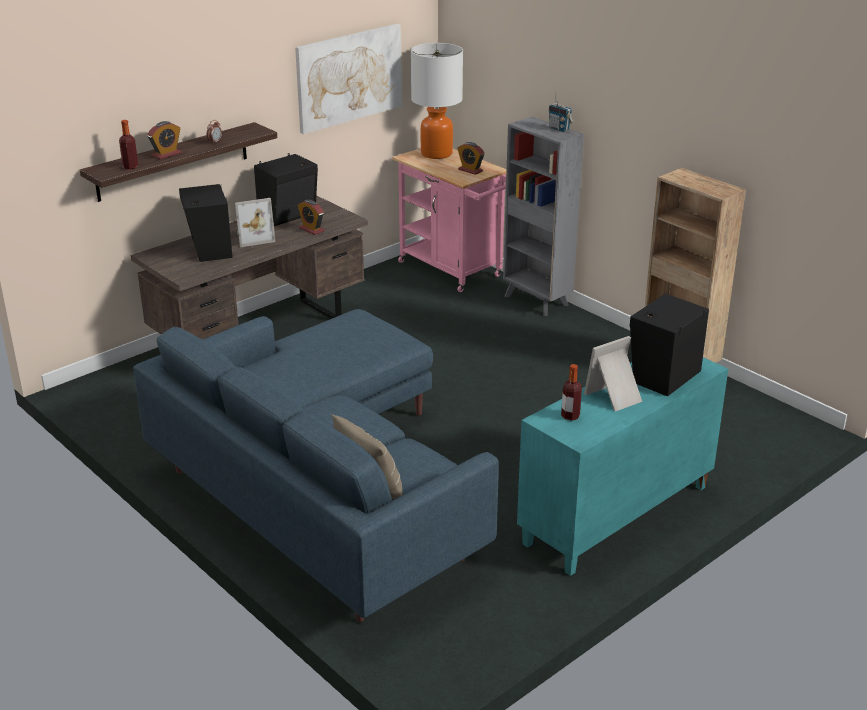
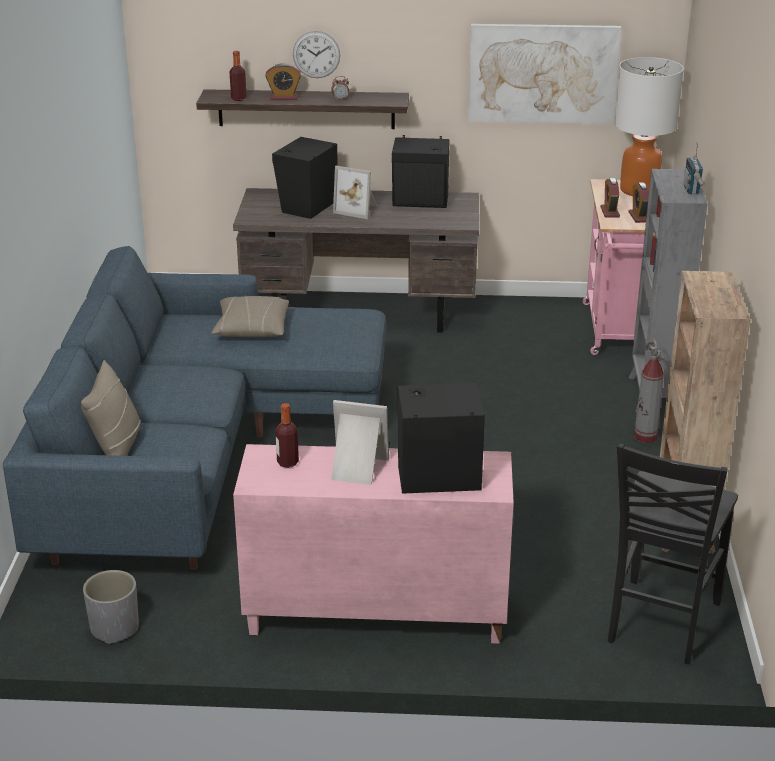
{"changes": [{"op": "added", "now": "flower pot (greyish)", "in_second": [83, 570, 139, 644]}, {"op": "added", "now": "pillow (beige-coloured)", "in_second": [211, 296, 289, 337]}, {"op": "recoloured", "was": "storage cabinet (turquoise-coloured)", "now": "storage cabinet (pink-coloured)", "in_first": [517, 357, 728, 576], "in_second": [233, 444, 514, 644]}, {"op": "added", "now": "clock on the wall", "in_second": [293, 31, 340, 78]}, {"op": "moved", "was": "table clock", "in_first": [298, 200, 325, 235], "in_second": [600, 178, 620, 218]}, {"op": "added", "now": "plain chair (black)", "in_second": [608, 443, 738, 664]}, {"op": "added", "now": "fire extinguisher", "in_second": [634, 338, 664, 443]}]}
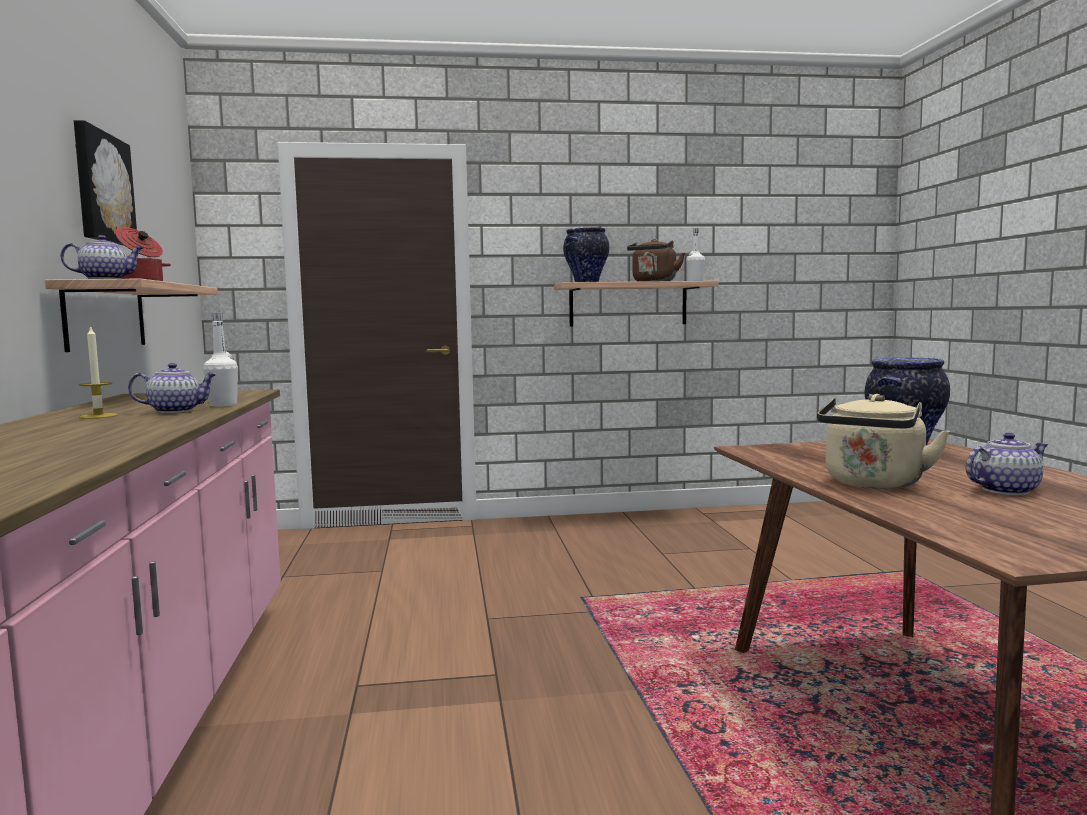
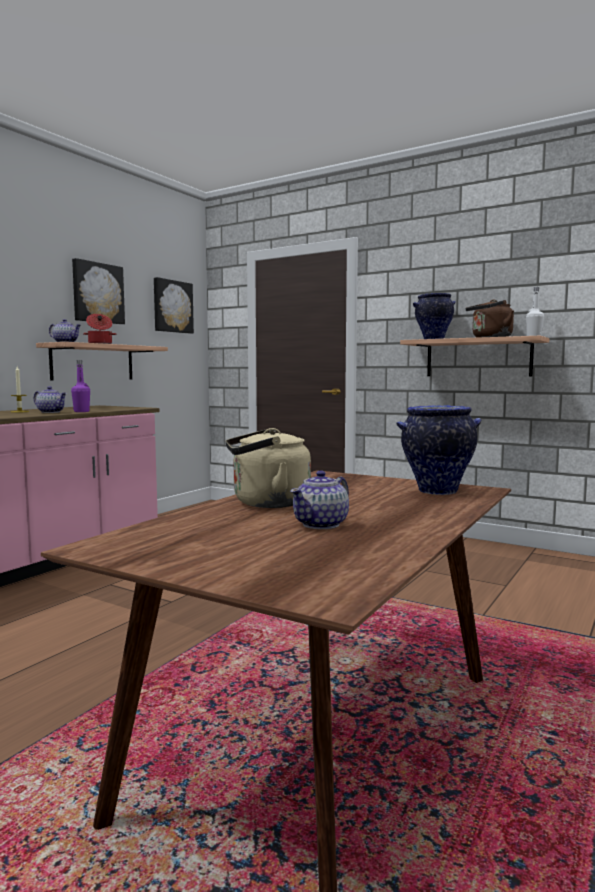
{"changes": [{"op": "recoloured", "was": "beverage bottle (white-coloured)", "now": "beverage bottle (purple)", "in_first": [203, 313, 238, 407], "in_second": [71, 360, 90, 412]}, {"op": "added", "now": "wall picture", "in_second": [154, 277, 194, 334]}, {"op": "turned", "was": "tea pot", "in_first": [966, 432, 1049, 495], "in_second": [290, 470, 349, 529], "clockwise": 105}]}
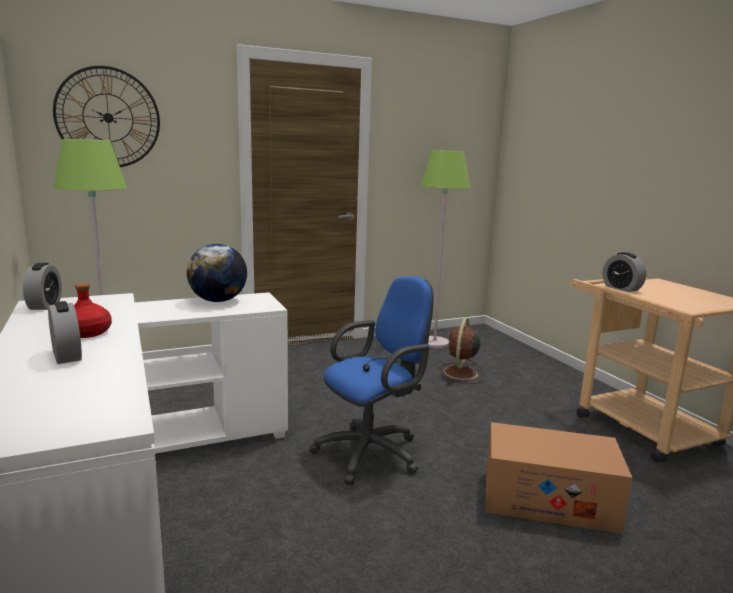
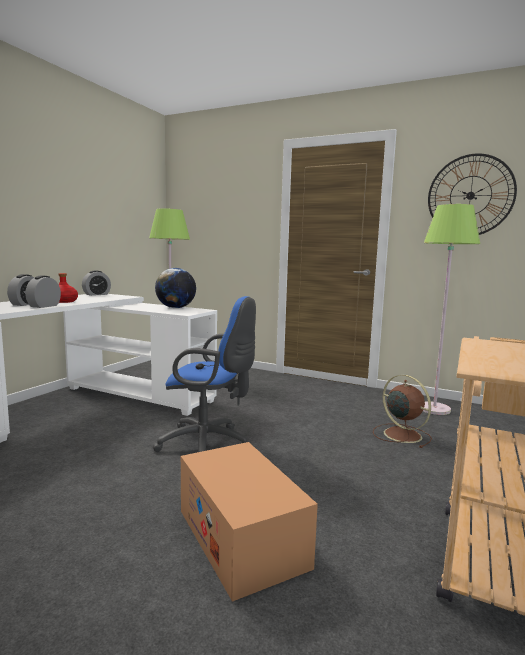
{"changes": [{"op": "moved", "was": "table clock", "in_first": [603, 252, 646, 292], "in_second": [25, 275, 61, 308]}, {"op": "turned", "was": "fan (brownish)", "in_first": [436, 318, 485, 384], "in_second": [373, 375, 432, 448], "clockwise": 75}, {"op": "moved", "was": "clock on the wall", "in_first": [53, 66, 160, 167], "in_second": [428, 153, 517, 235]}]}
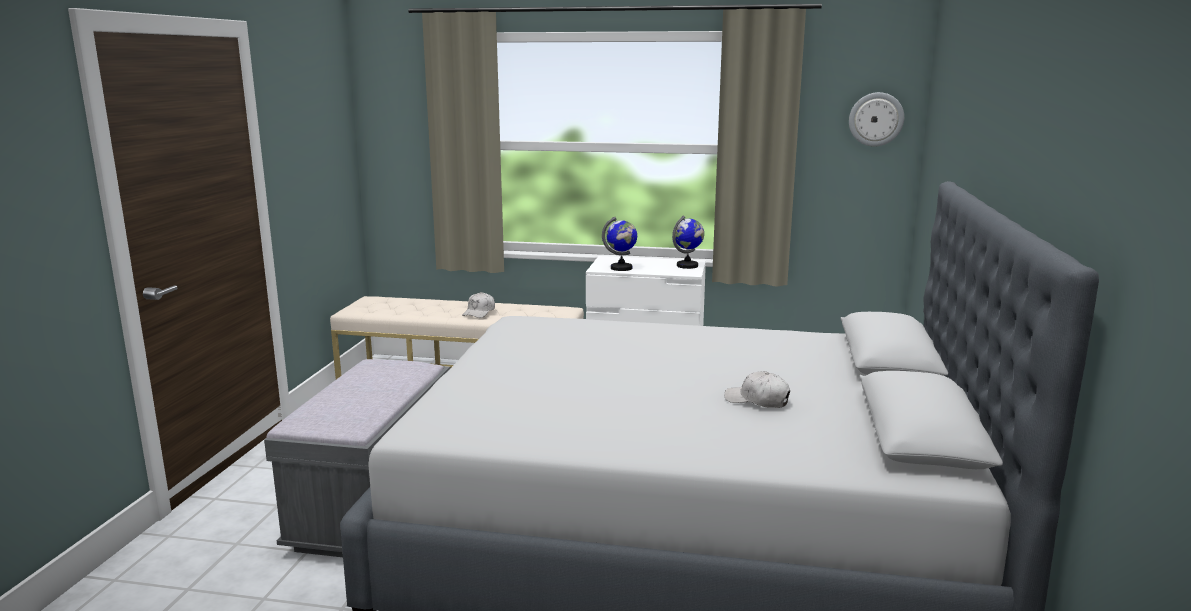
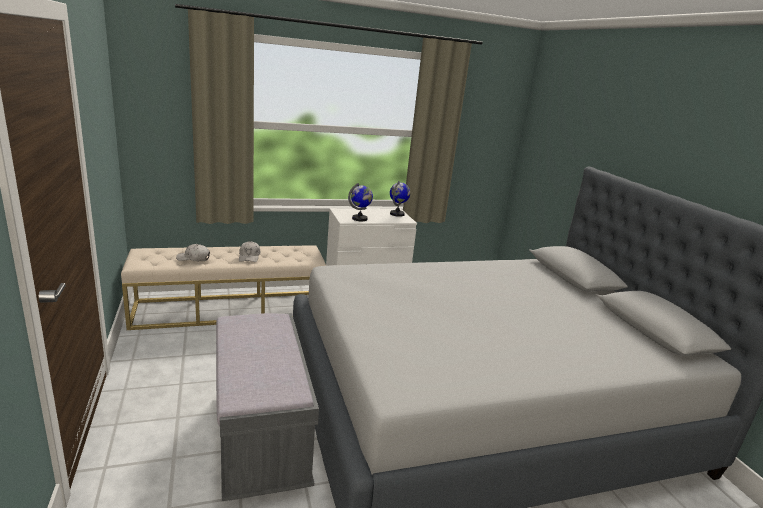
{"changes": [{"op": "moved", "was": "baseball cap (white-coloured)", "in_first": [724, 371, 790, 408], "in_second": [176, 244, 210, 261]}, {"op": "removed", "was": "clock on the wall", "in_first": [849, 92, 904, 147]}]}
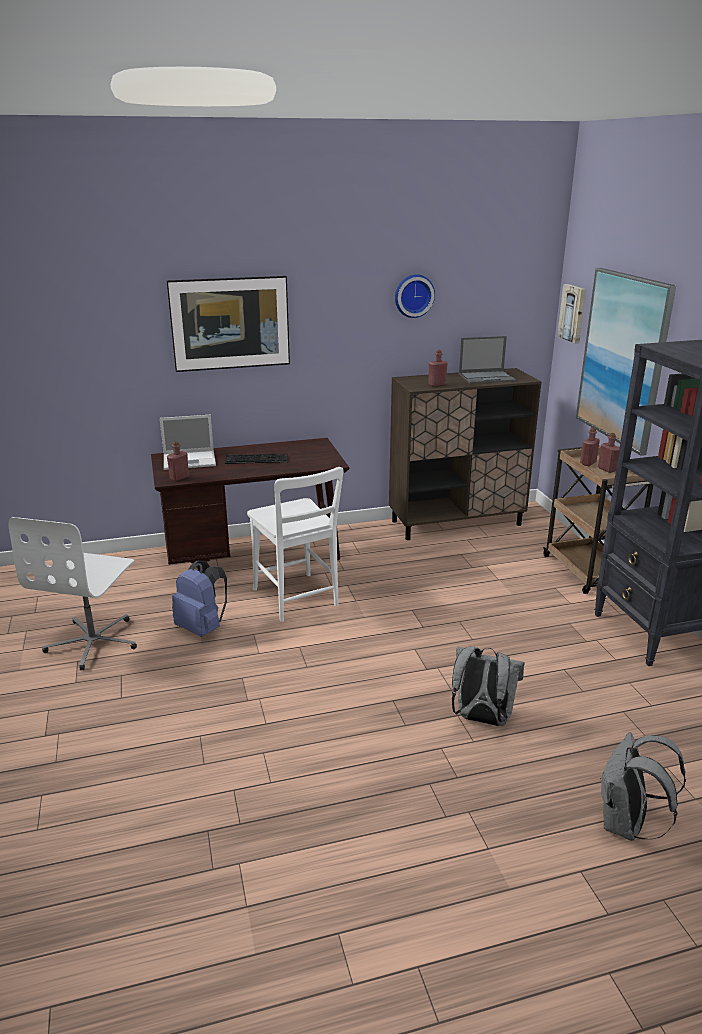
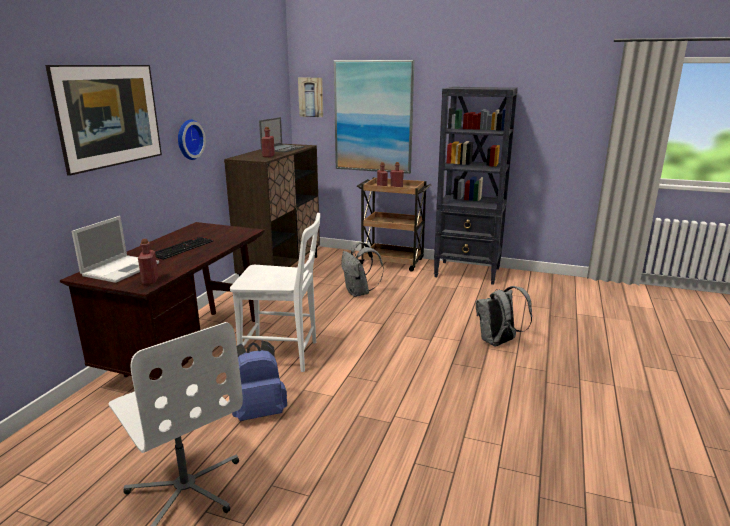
{"changes": [{"op": "moved", "was": "clock on the wall", "in_first": [395, 274, 435, 318], "in_second": [178, 120, 206, 160]}, {"op": "moved", "was": "rucksack (greyish)", "in_first": [600, 732, 686, 841], "in_second": [341, 242, 384, 297]}]}
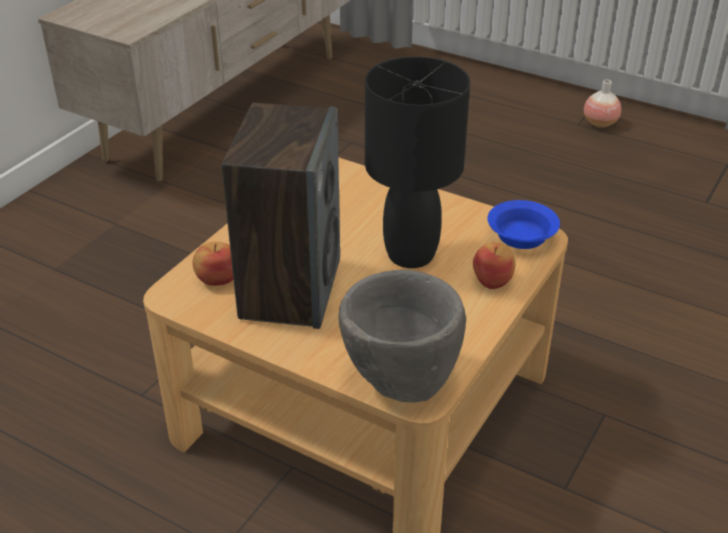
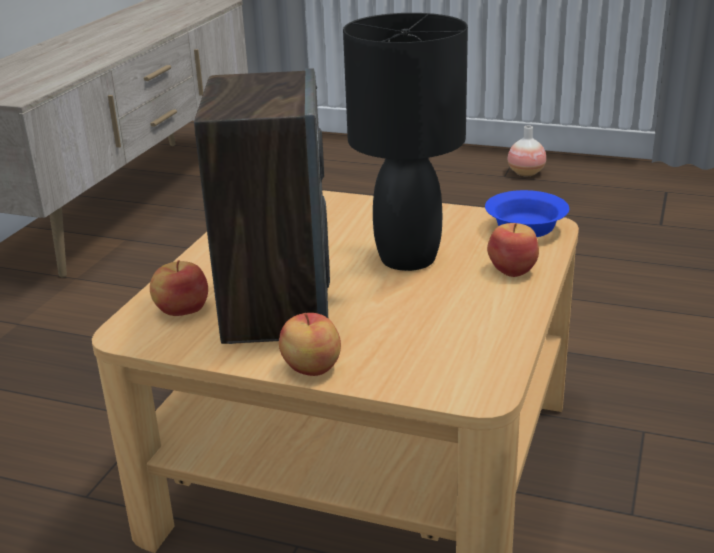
{"changes": [{"op": "added", "now": "apple fruit", "in_second": [279, 313, 341, 376]}, {"op": "removed", "was": "bowl (greyish)", "in_first": [338, 270, 466, 402]}]}
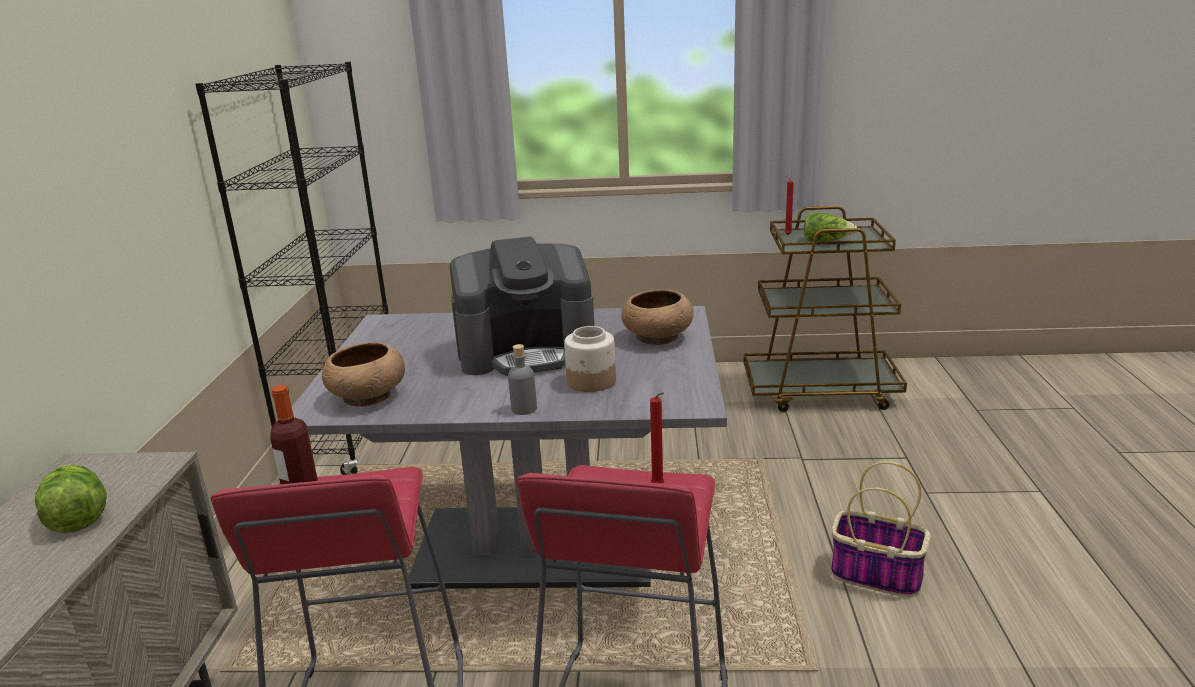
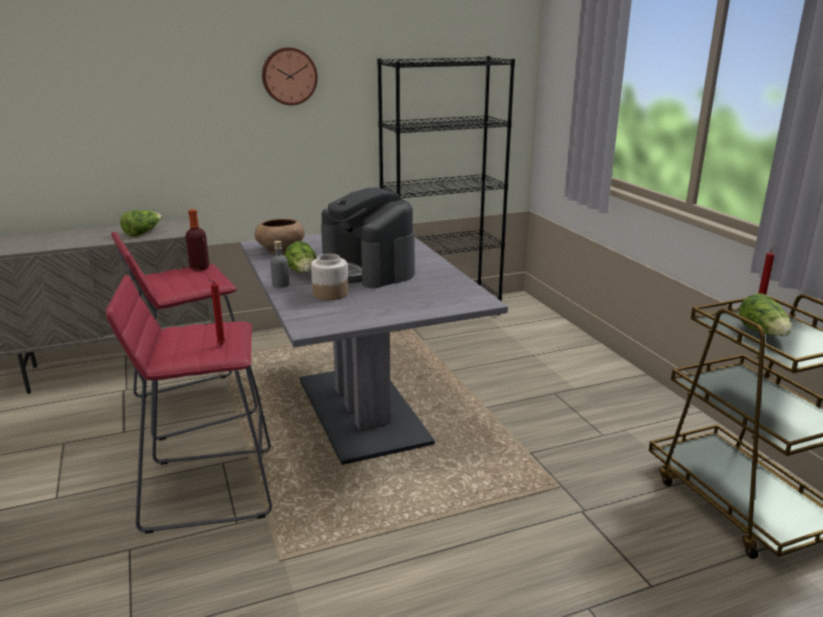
{"changes": [{"op": "added", "now": "clock on the wall", "in_second": [262, 47, 318, 105]}, {"op": "added", "now": "head of lettuce", "in_second": [285, 241, 316, 273]}, {"op": "removed", "was": "bowl (brownish)", "in_first": [621, 289, 693, 345]}, {"op": "removed", "was": "storage basket", "in_first": [831, 461, 931, 597]}]}
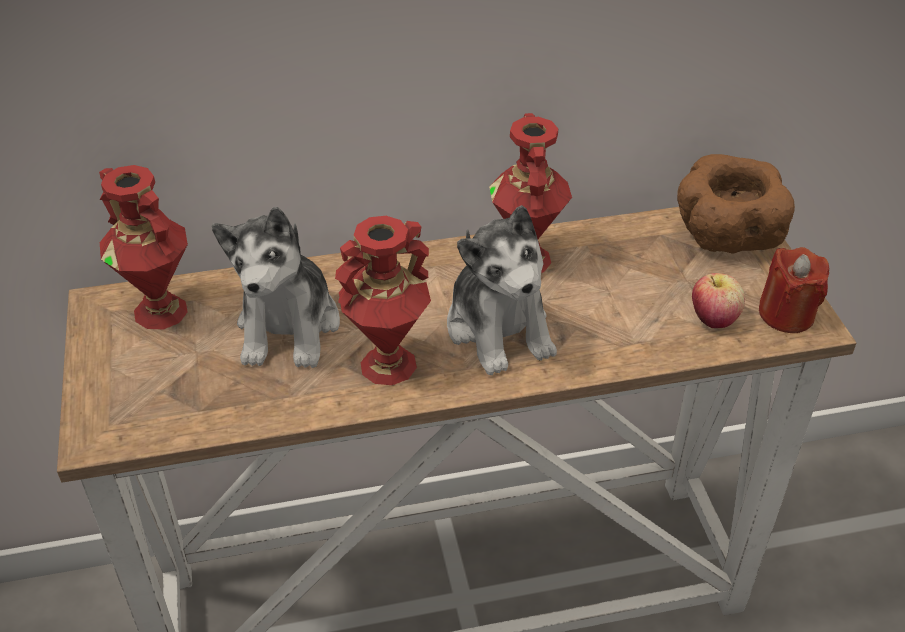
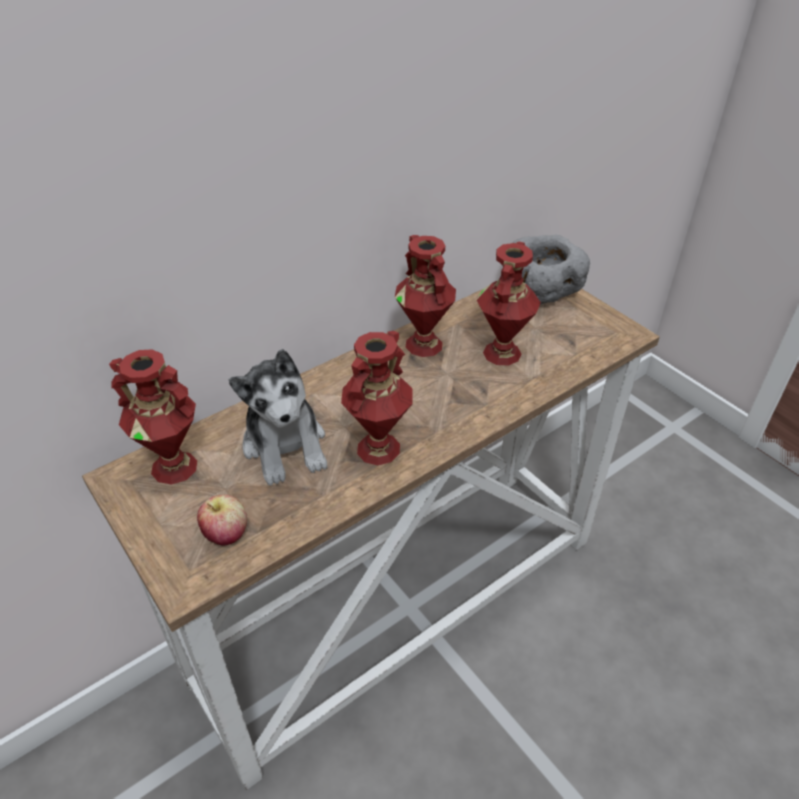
{"changes": [{"op": "moved", "was": "apple fruit", "in_first": [692, 273, 745, 328], "in_second": [197, 495, 247, 545]}, {"op": "added", "now": "vase (red)", "in_second": [477, 242, 541, 365]}, {"op": "recoloured", "was": "bowl (brownish)", "now": "bowl (greyish)", "in_first": [677, 154, 795, 254], "in_second": [512, 235, 590, 305]}, {"op": "removed", "was": "soft toy", "in_first": [447, 205, 557, 375]}, {"op": "removed", "was": "wax candle (red)", "in_first": [759, 247, 829, 333]}]}
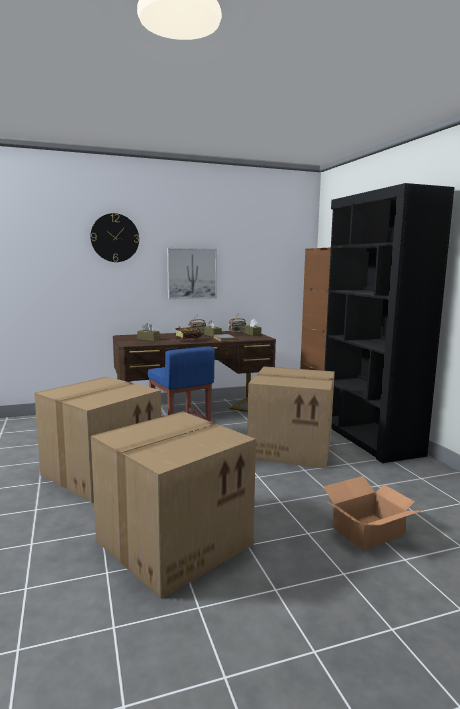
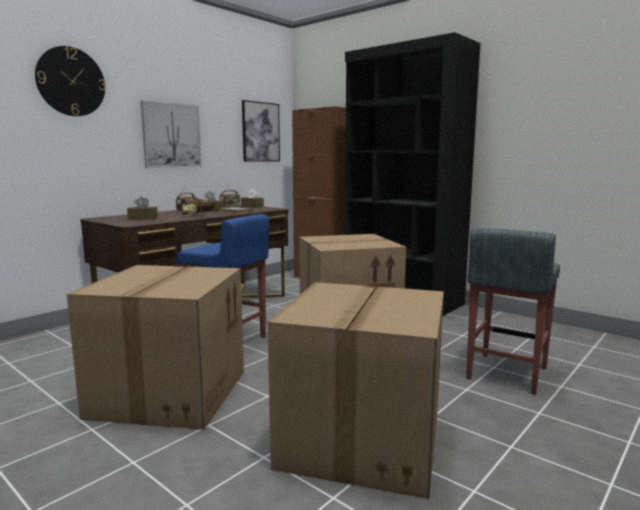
{"changes": [{"op": "added", "now": "wall picture", "in_second": [242, 100, 280, 162]}, {"op": "replaced", "was": "cardboard box", "now": "stool seat (greyish)", "in_first": [323, 476, 423, 551], "in_second": [466, 228, 560, 395]}]}
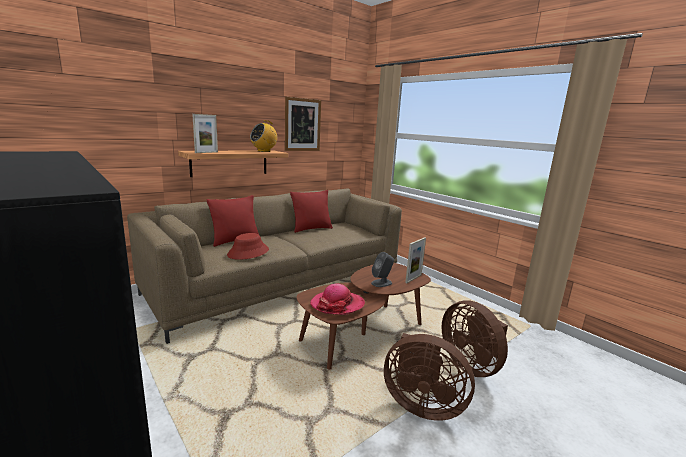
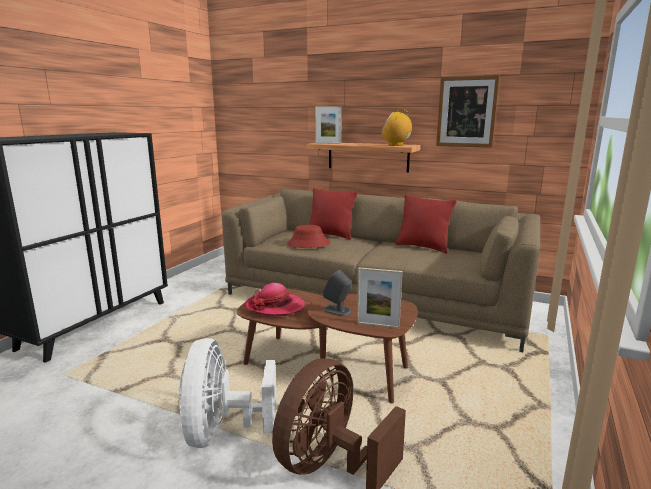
{"changes": [{"op": "recoloured", "was": "fan (brownish)", "now": "fan (white-coloured)", "in_first": [384, 333, 475, 421], "in_second": [178, 338, 276, 448]}]}
